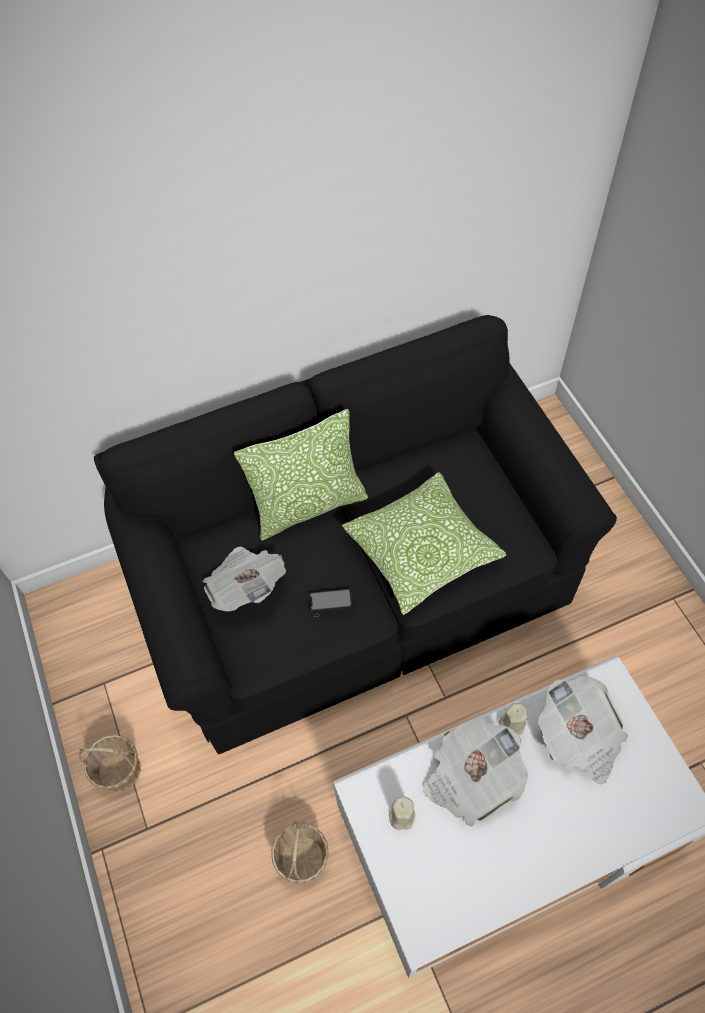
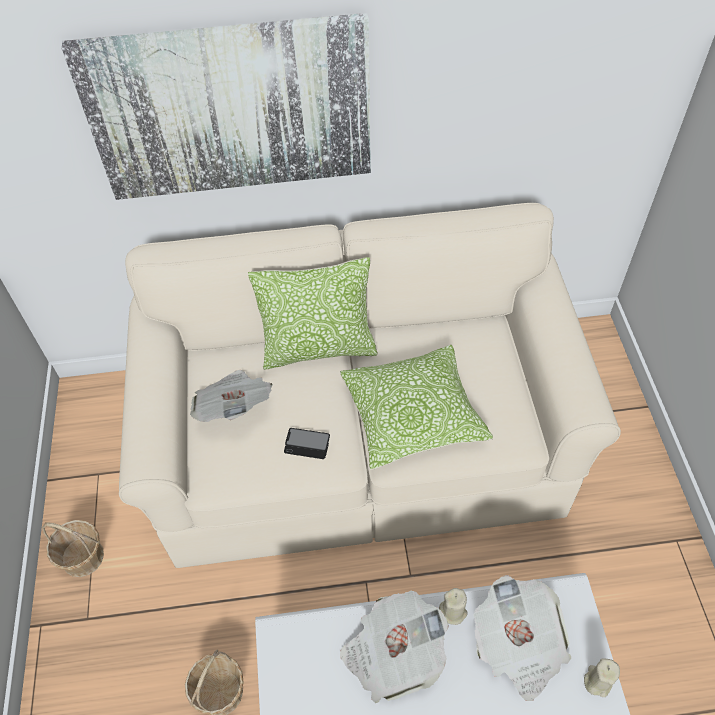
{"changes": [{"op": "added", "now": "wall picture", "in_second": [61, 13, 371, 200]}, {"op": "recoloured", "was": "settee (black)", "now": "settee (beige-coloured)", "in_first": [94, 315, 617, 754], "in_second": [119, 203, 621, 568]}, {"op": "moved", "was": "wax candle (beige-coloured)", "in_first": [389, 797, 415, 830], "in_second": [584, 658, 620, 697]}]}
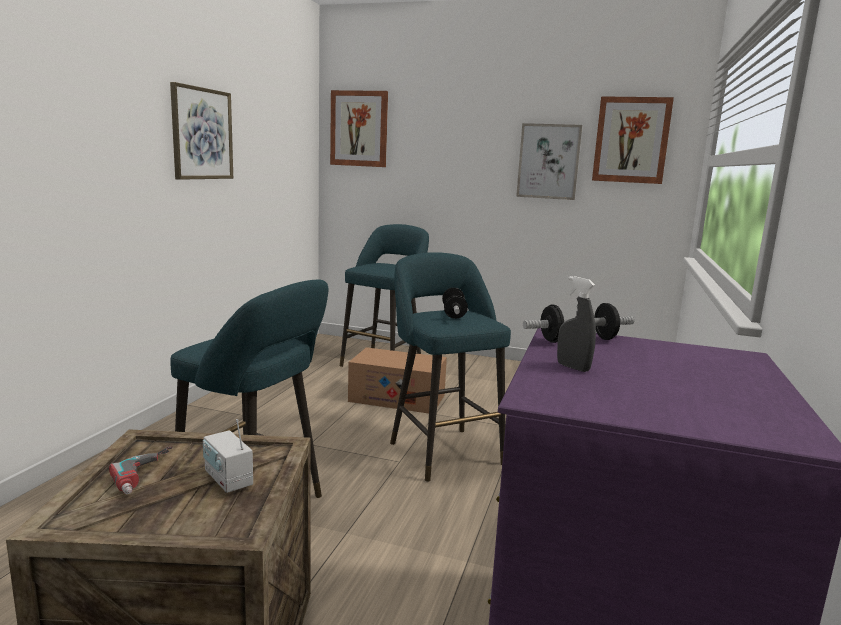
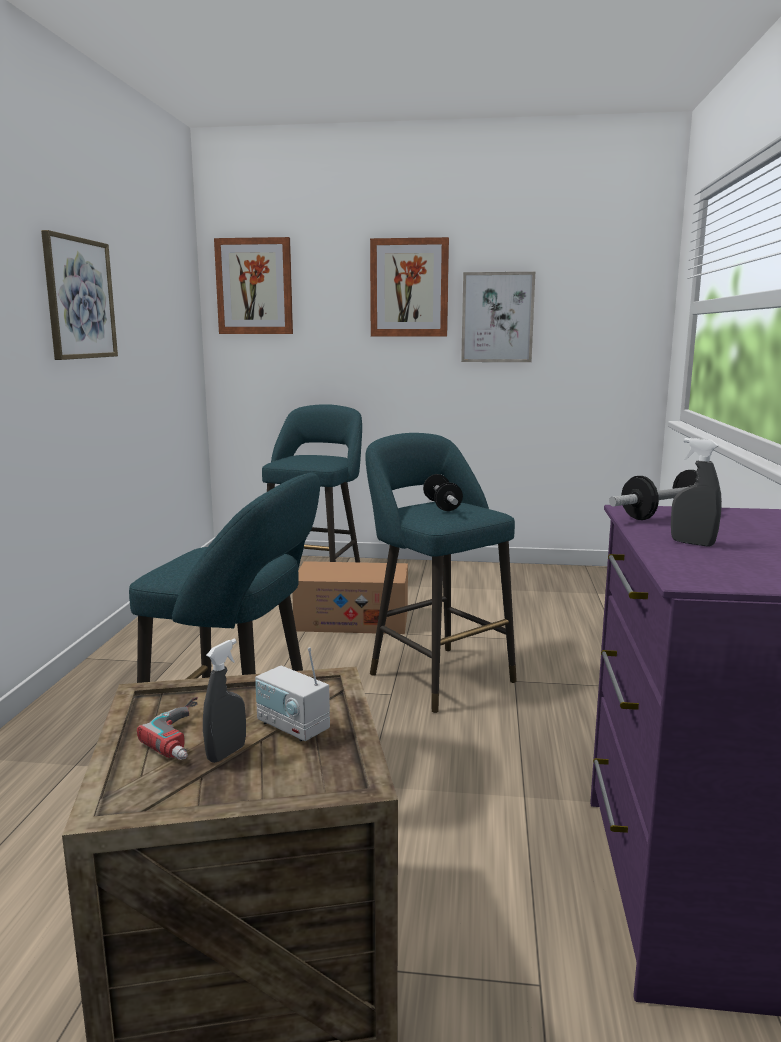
{"changes": [{"op": "added", "now": "spray bottle (greyish)", "in_second": [203, 639, 246, 763]}, {"op": "moved", "was": "wall picture", "in_first": [592, 96, 674, 184], "in_second": [370, 237, 449, 337]}]}
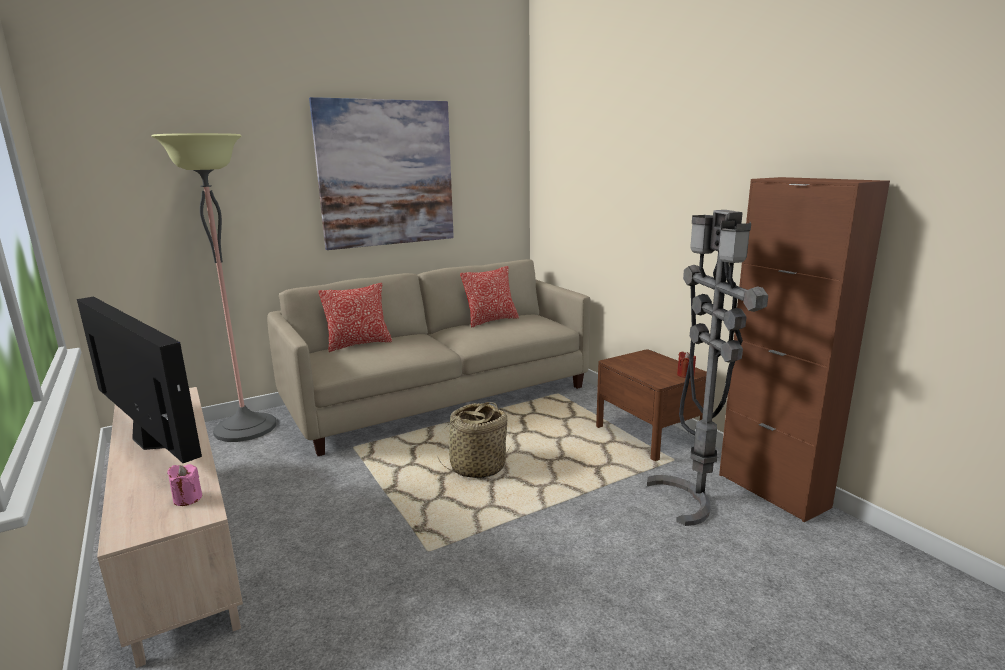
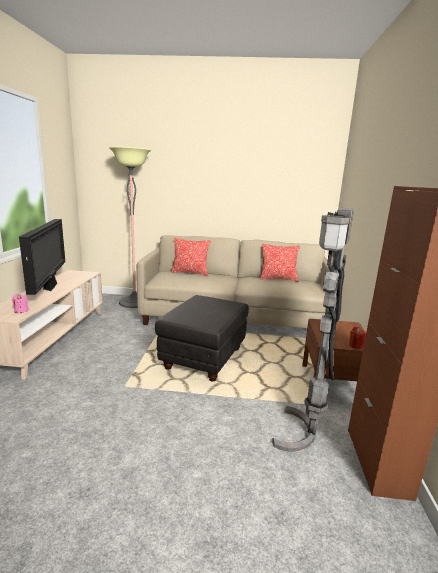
{"changes": [{"op": "replaced", "was": "storage basket", "now": "pouffe (black)", "in_first": [438, 402, 509, 478], "in_second": [155, 295, 249, 381]}, {"op": "removed", "was": "wall picture", "in_first": [309, 97, 454, 250]}]}
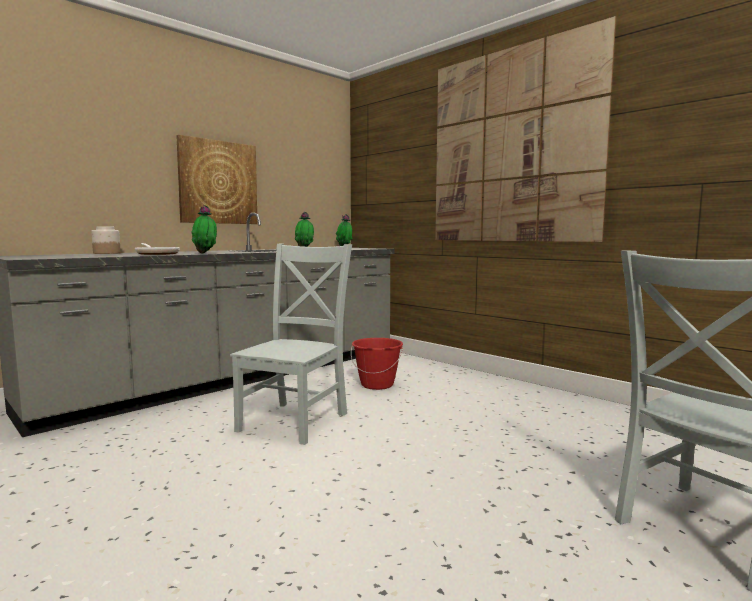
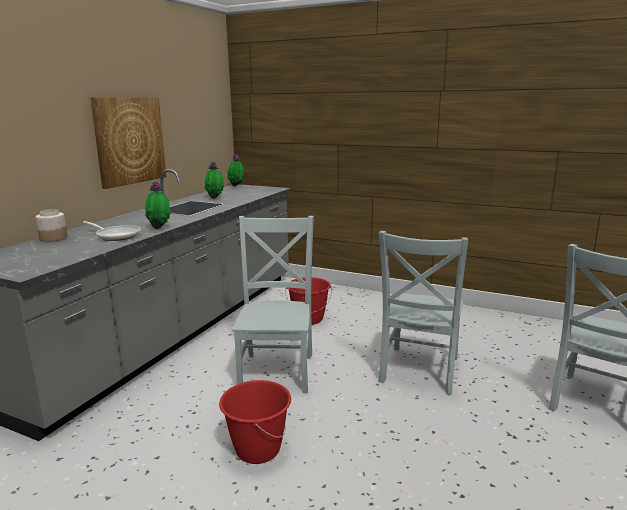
{"changes": [{"op": "added", "now": "pail (red)", "in_second": [219, 380, 291, 464]}, {"op": "added", "now": "plain chair (greyish)", "in_second": [379, 231, 468, 395]}, {"op": "removed", "was": "wall picture", "in_first": [435, 16, 616, 242]}]}
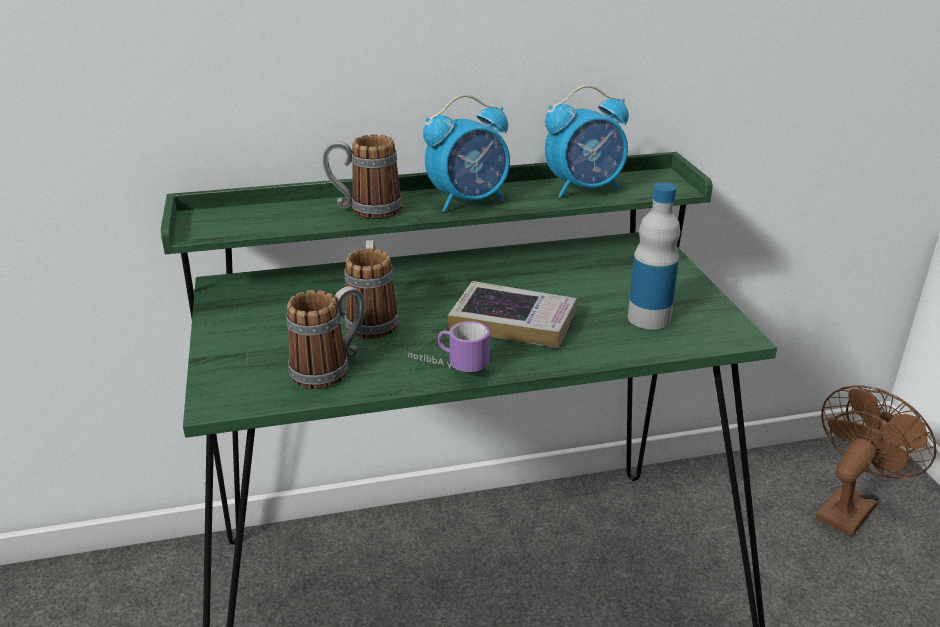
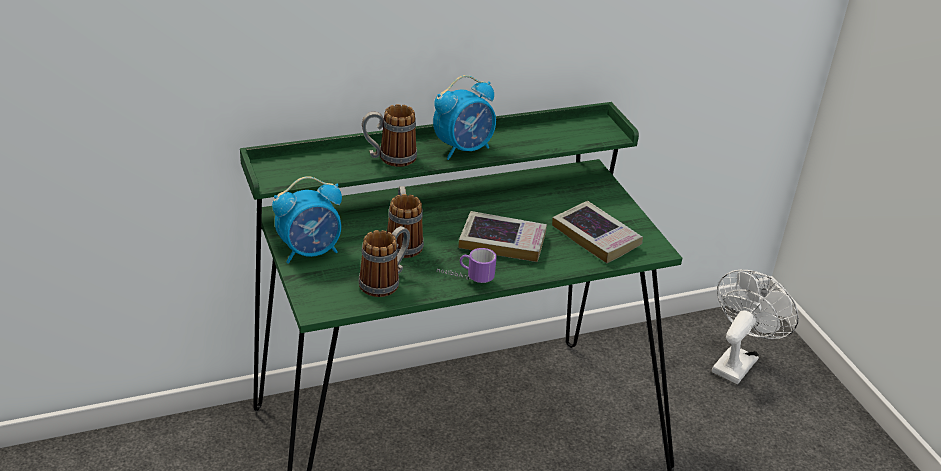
{"changes": [{"op": "moved", "was": "table clock", "in_first": [545, 85, 629, 198], "in_second": [272, 176, 342, 264]}, {"op": "replaced", "was": "beverage bottle", "now": "book", "in_first": [628, 182, 680, 329], "in_second": [552, 201, 643, 263]}, {"op": "recoloured", "was": "fan (brownish)", "now": "fan (white-coloured)", "in_first": [816, 385, 936, 536], "in_second": [712, 270, 799, 384]}]}
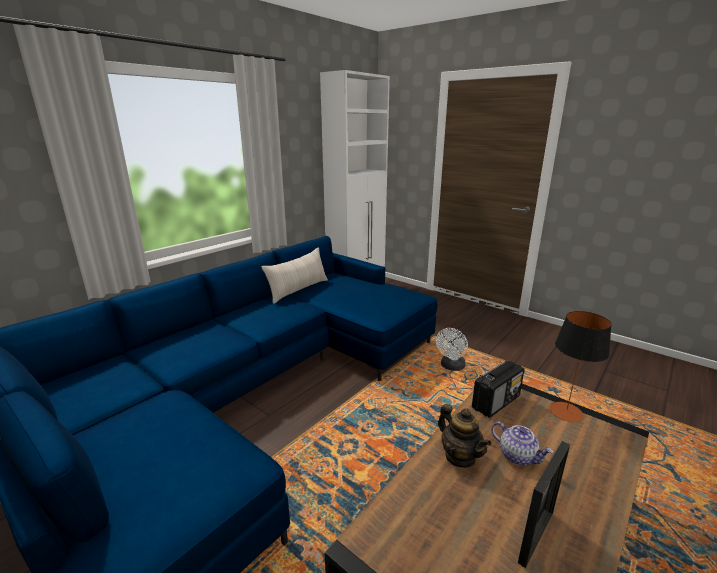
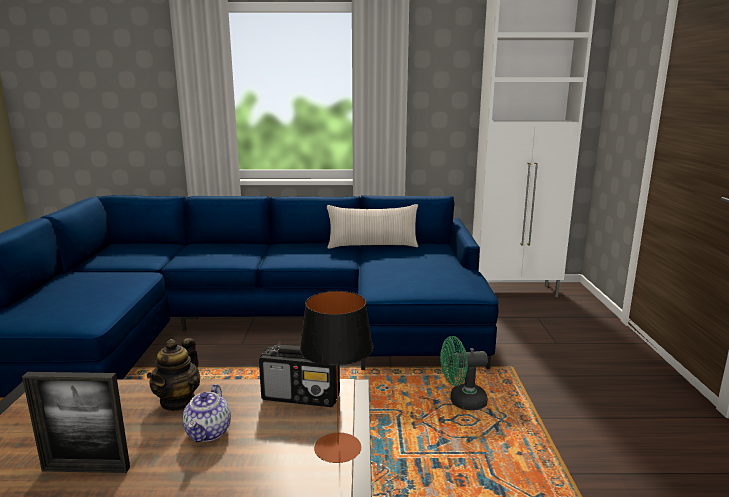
{"changes": [{"op": "recoloured", "was": "fan (white-coloured)", "now": "fan (green-coloured)", "in_first": [436, 328, 468, 371], "in_second": [440, 336, 488, 410]}]}
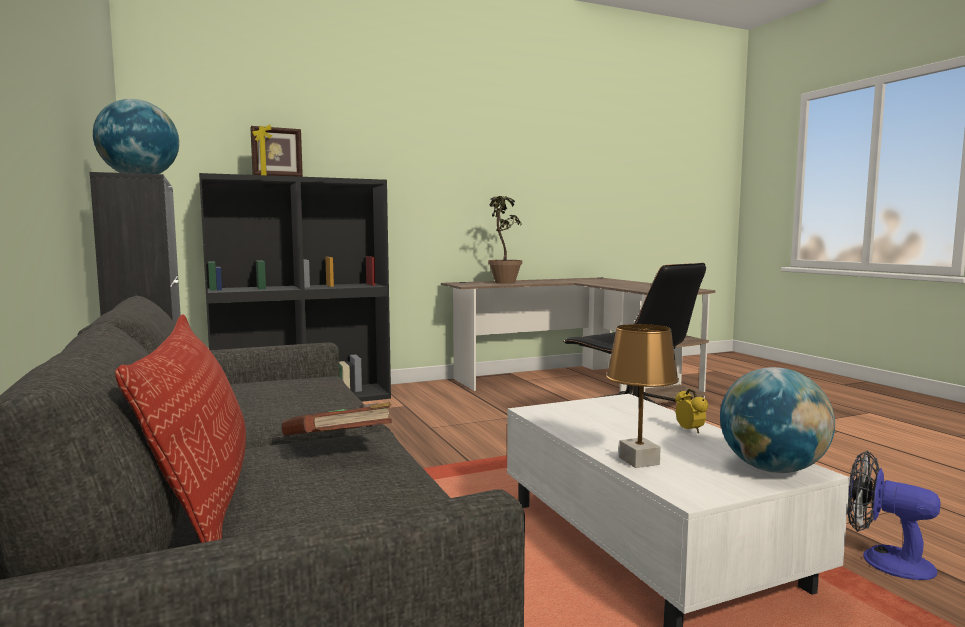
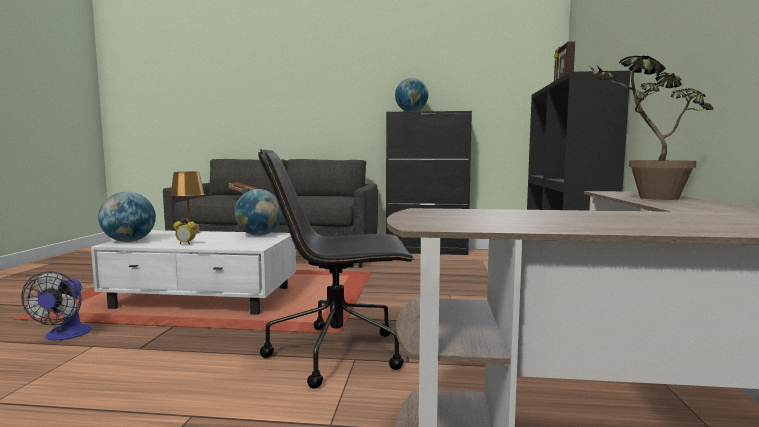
{"changes": [{"op": "turned", "was": "fan", "in_first": [847, 451, 941, 580], "in_second": [21, 271, 91, 340], "clockwise": 105}, {"op": "added", "now": "world globe", "in_second": [234, 189, 282, 236]}, {"op": "removed", "was": "pillow", "in_first": [115, 314, 246, 543]}]}
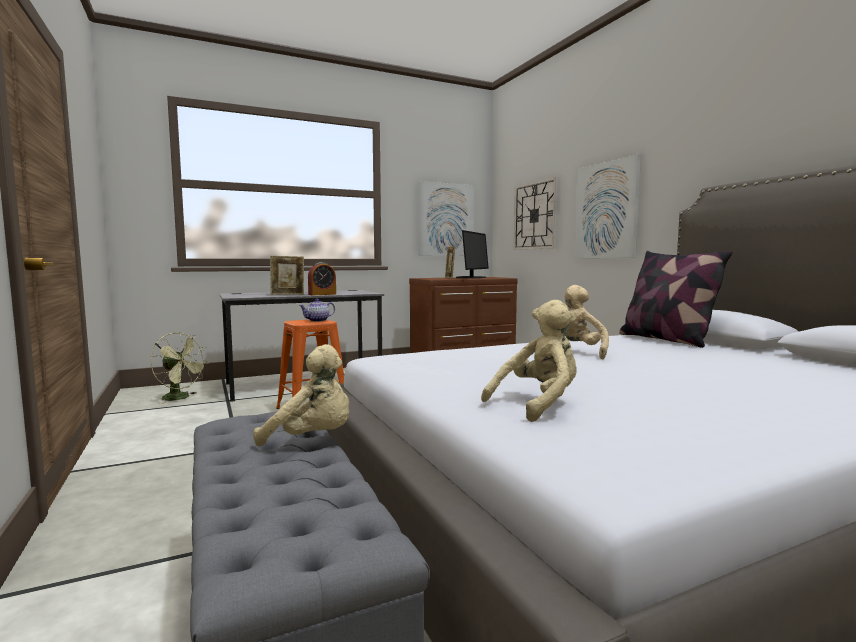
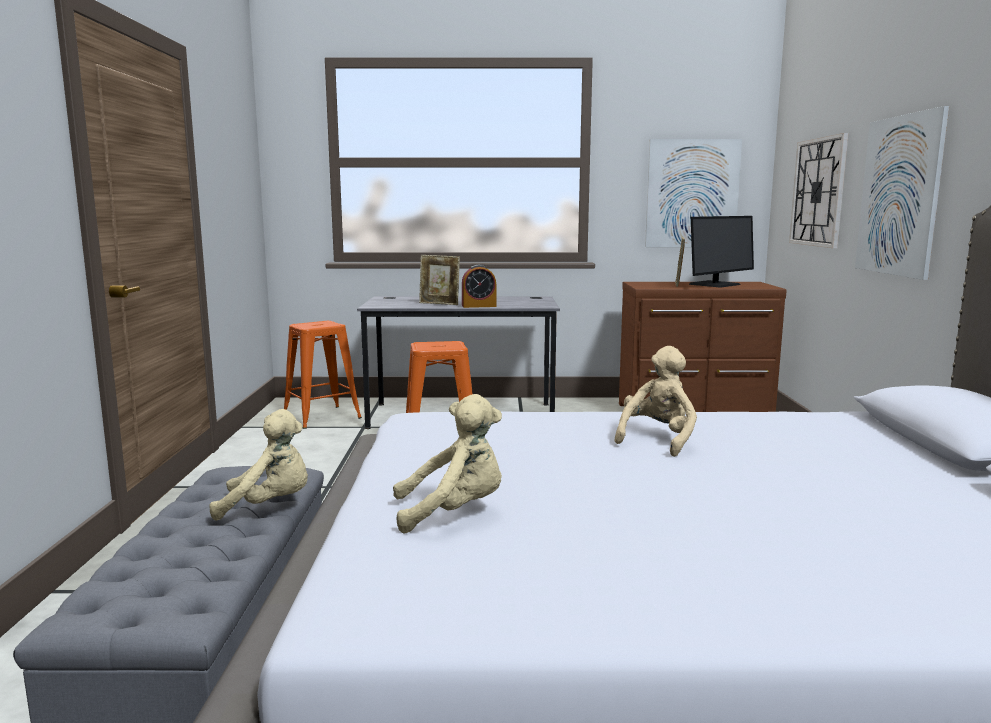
{"changes": [{"op": "turned", "was": "soft toy (beige-coloured)", "in_first": [253, 344, 350, 447], "in_second": [209, 409, 308, 521], "clockwise": -45}, {"op": "replaced", "was": "fan (green-coloured)", "now": "stool seat (orange)", "in_first": [151, 332, 209, 404], "in_second": [284, 321, 362, 429]}, {"op": "removed", "was": "tea pot", "in_first": [299, 299, 335, 322]}, {"op": "removed", "was": "pillow", "in_first": [619, 250, 733, 348]}]}
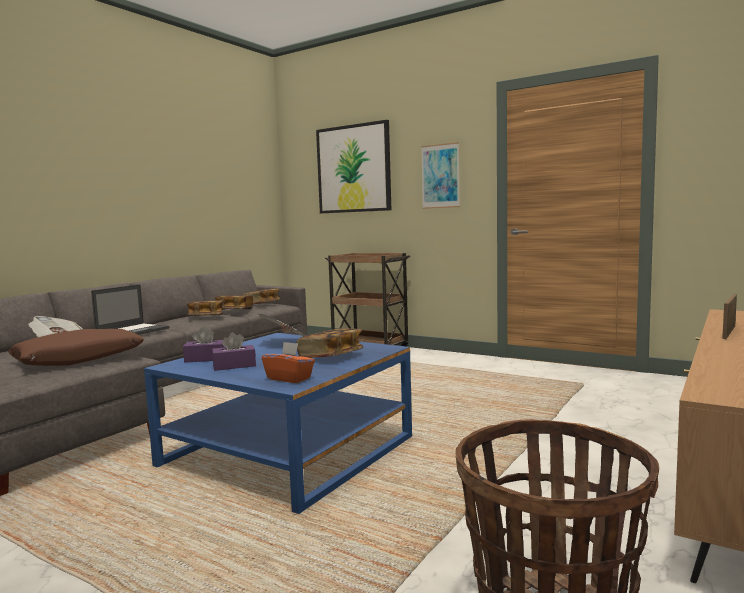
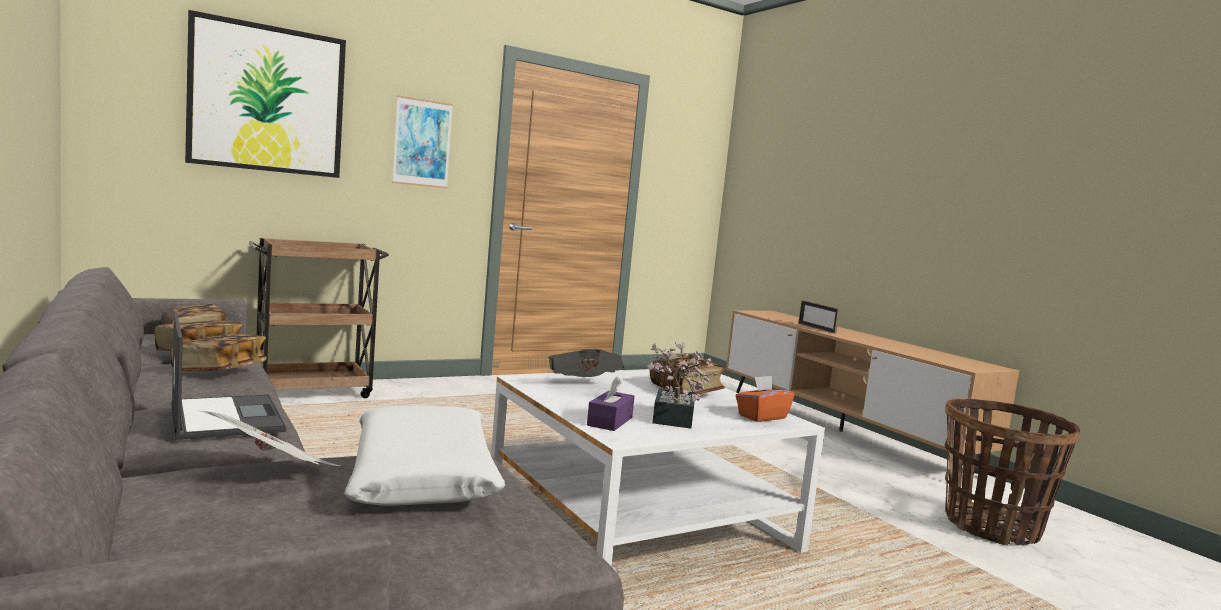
{"changes": [{"op": "recoloured", "was": "pillow (brownish)", "now": "pillow (white-coloured)", "in_first": [8, 329, 144, 366], "in_second": [344, 406, 506, 506]}, {"op": "recoloured", "was": "coffee table (blue-coloured)", "now": "coffee table (white-coloured)", "in_first": [144, 333, 412, 514], "in_second": [491, 370, 825, 566]}, {"op": "replaced", "was": "box of tissues (purple)", "now": "houseplant", "in_first": [212, 332, 256, 371], "in_second": [646, 342, 717, 429]}]}
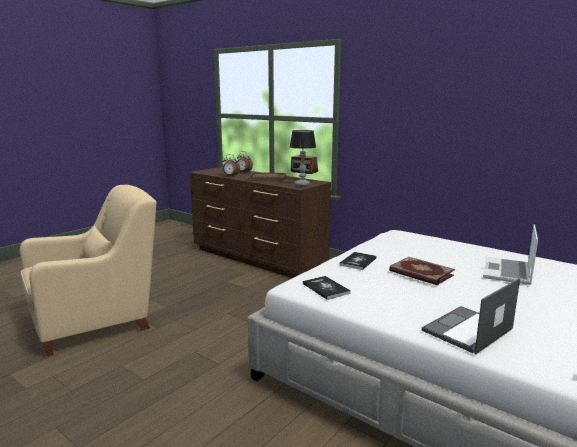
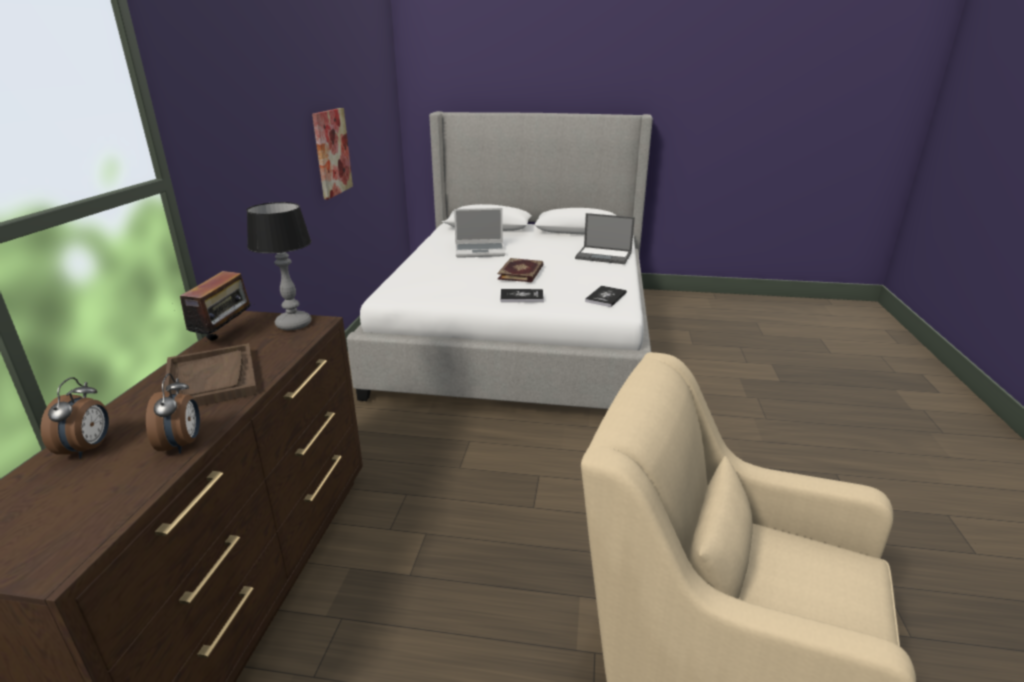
{"changes": [{"op": "added", "now": "wall picture", "in_second": [312, 108, 353, 200]}]}
